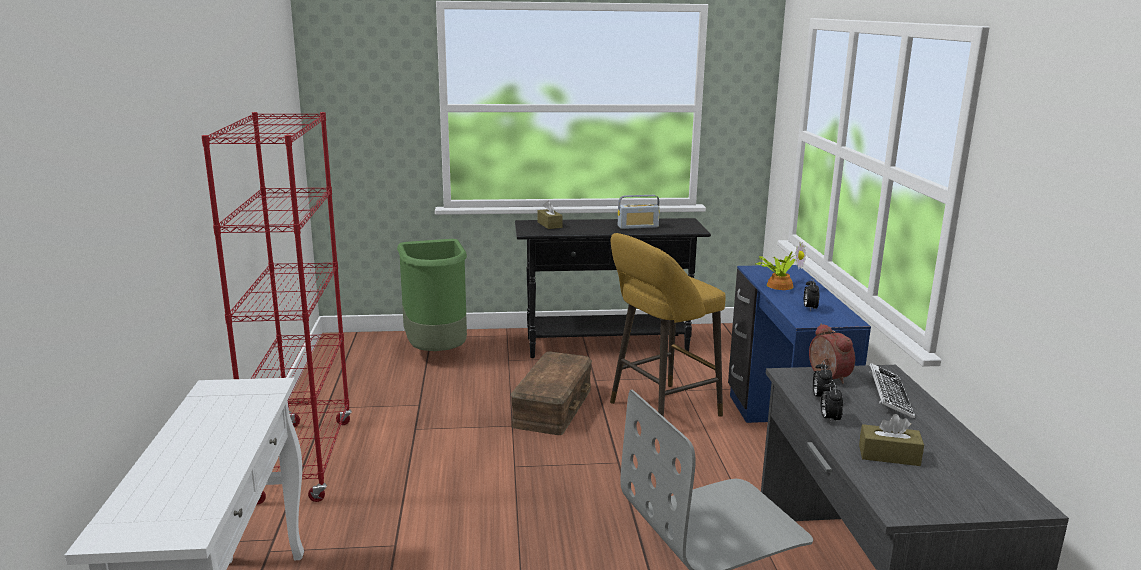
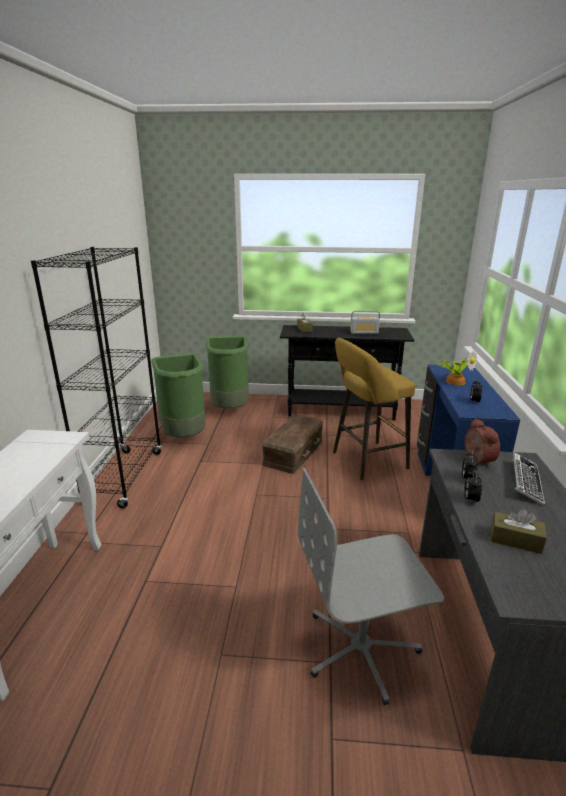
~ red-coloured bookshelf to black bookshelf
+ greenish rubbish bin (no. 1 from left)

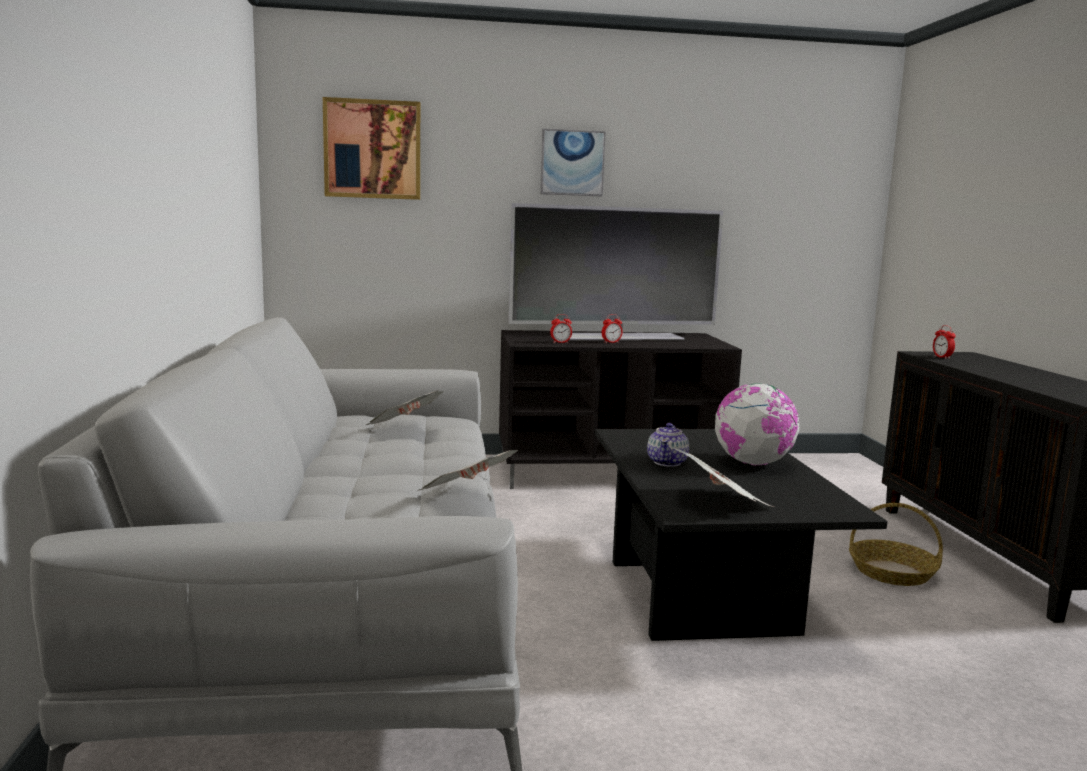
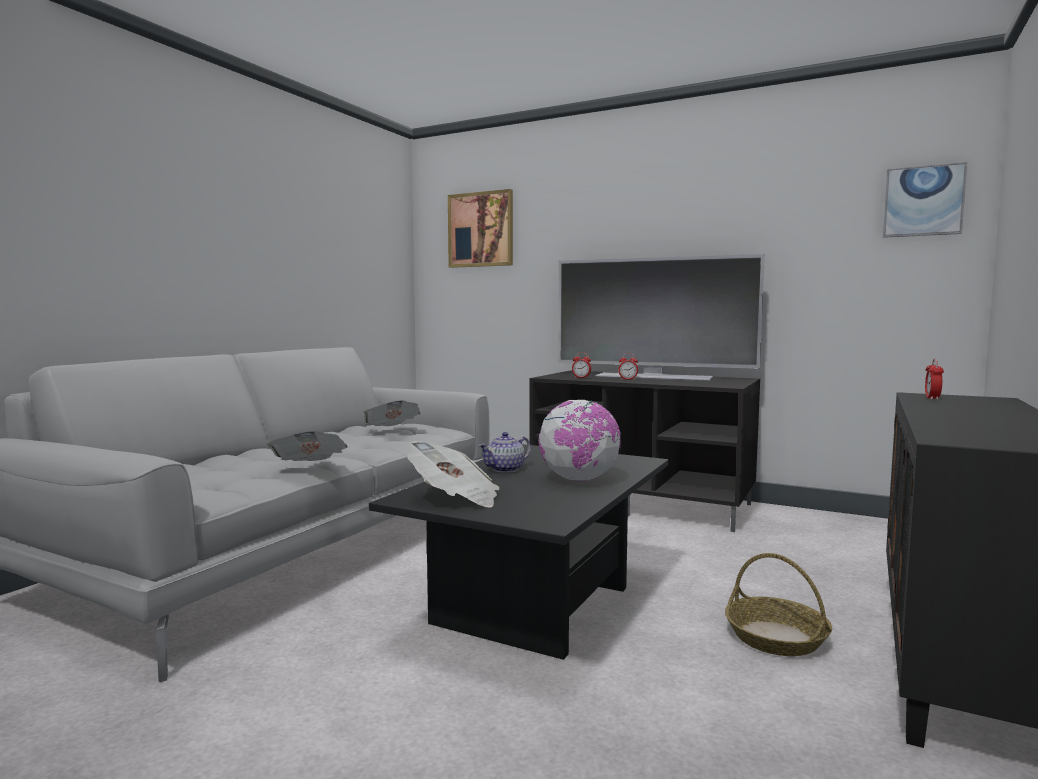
~ wall art (no. 2 from left)

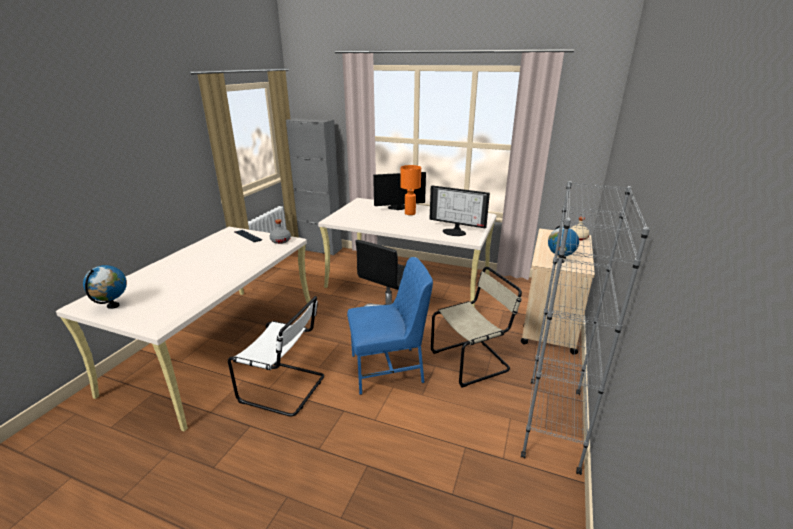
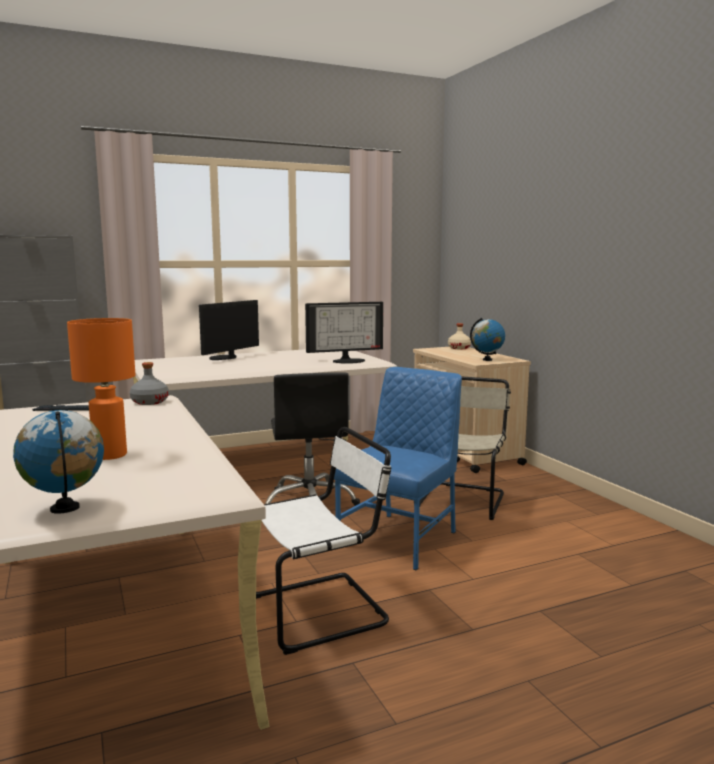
~ orange-coloured lamp for a table
- greyish bookshelf

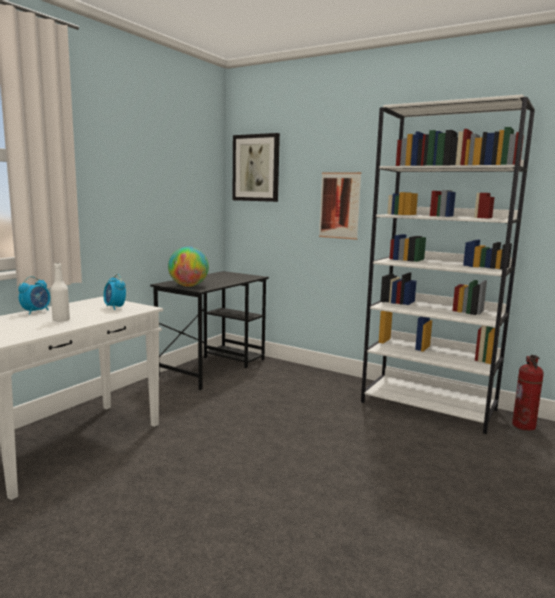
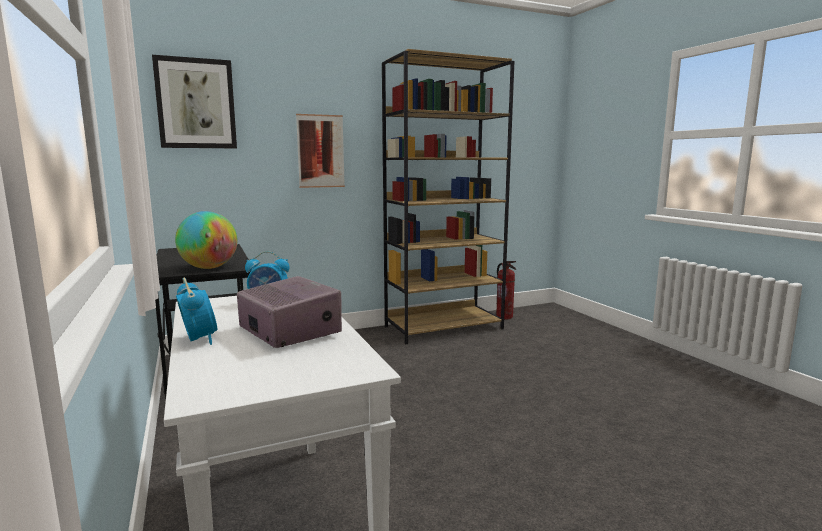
~ white bottle to radio receiver
~ white bookshelf to brownish bookshelf

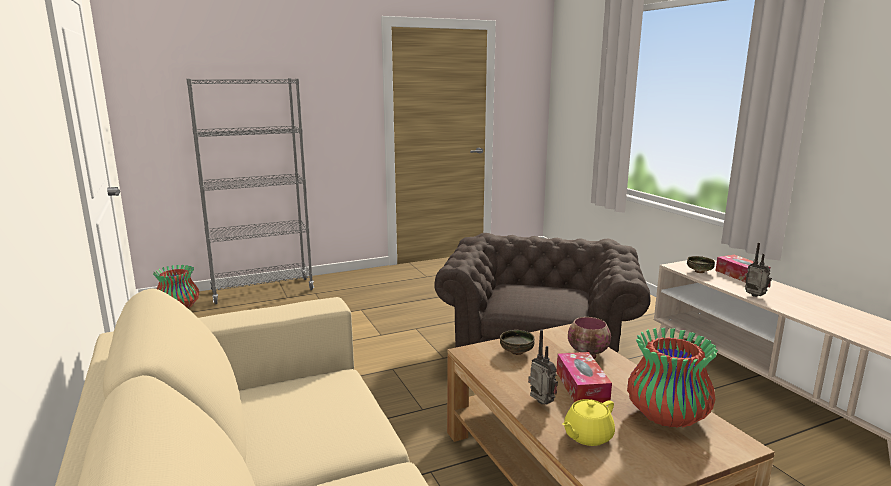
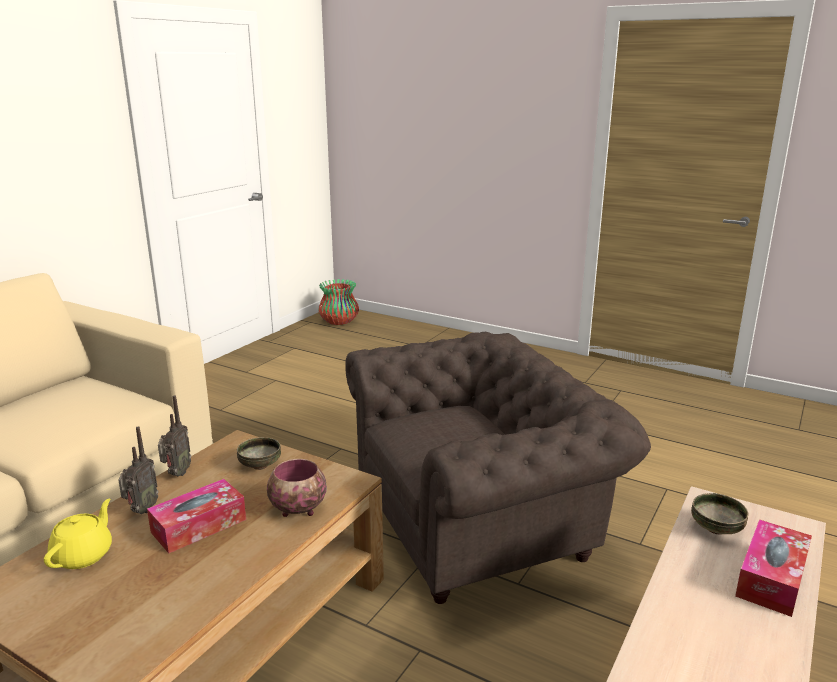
- greyish bookshelf
~ yellow-coloured teapot 90 degrees clockwise
- vase (no. 2 from left)
~ radio receiver (no. 2 from left)

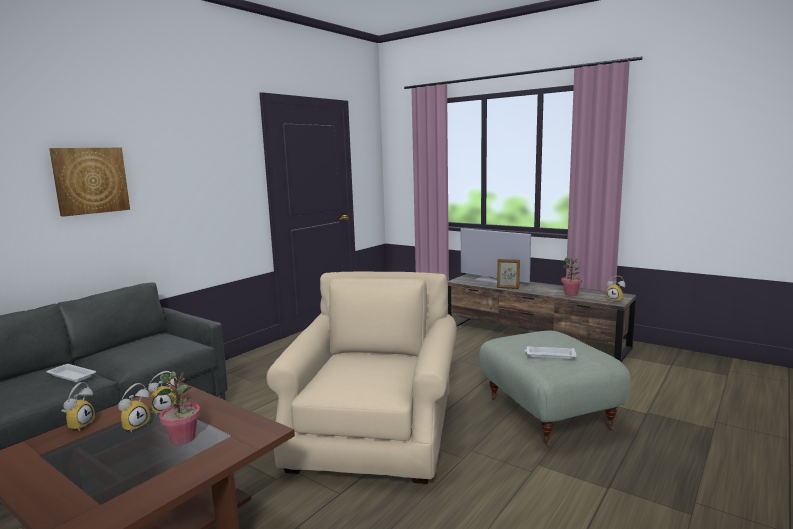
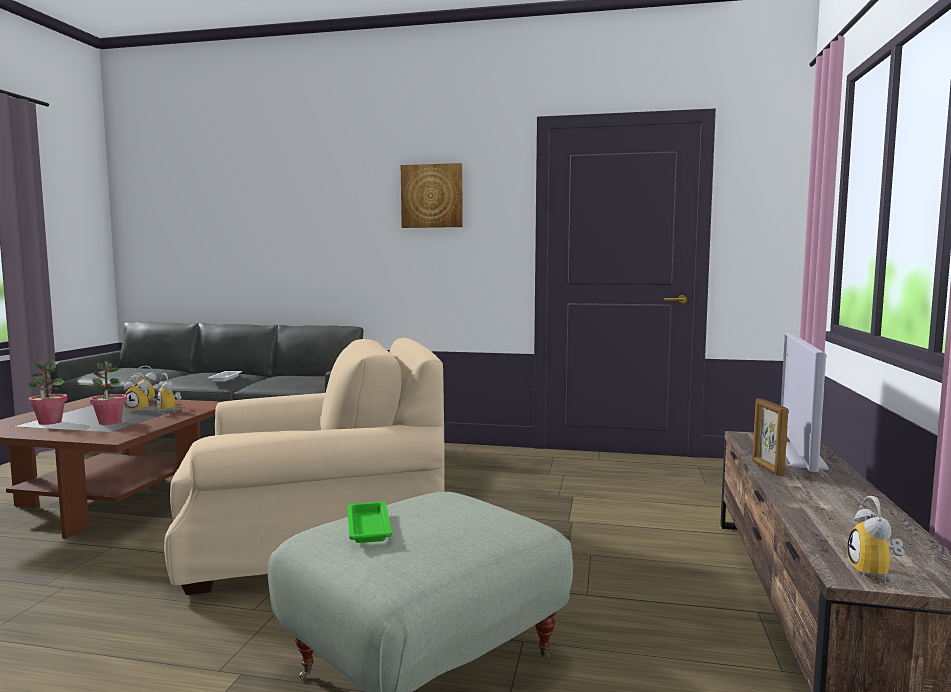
~ wall art
~ white serving tray (no. 2 from left) to greenish serving tray
~ plant in a pot (no. 2 from left in the first image) to plant in a pot (no. 1 from left)

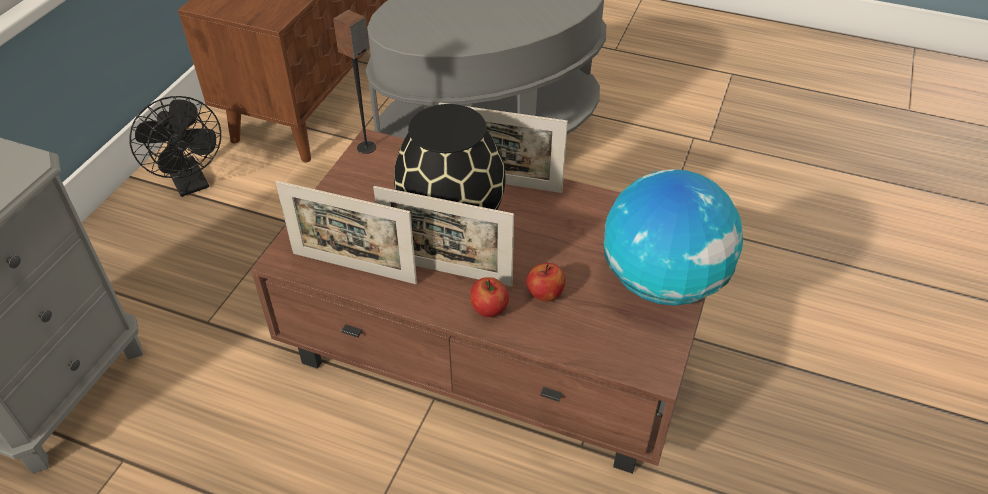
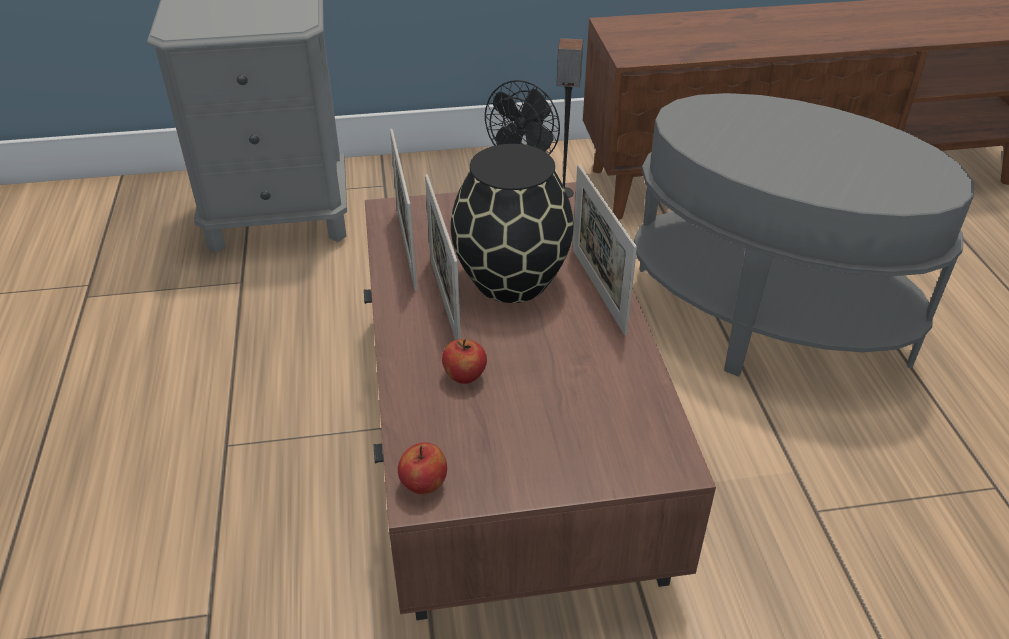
~ whole apple (no. 1 from left)
- world globe

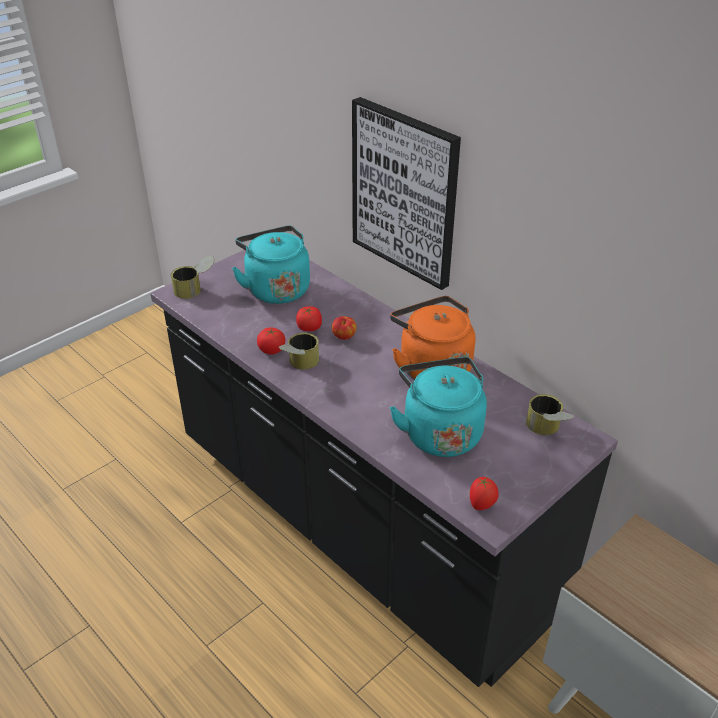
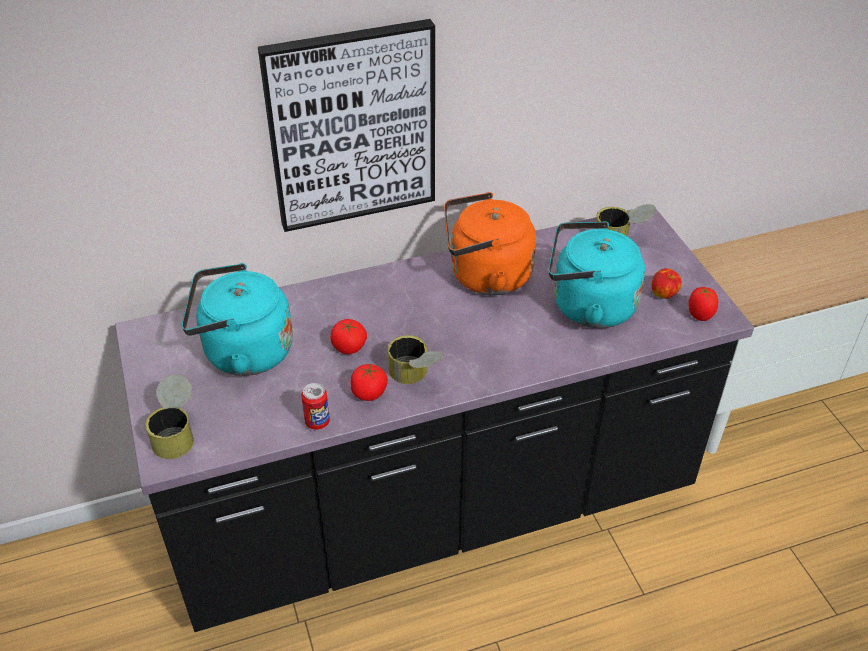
~ whole apple
+ metal can (no. 2 from left)

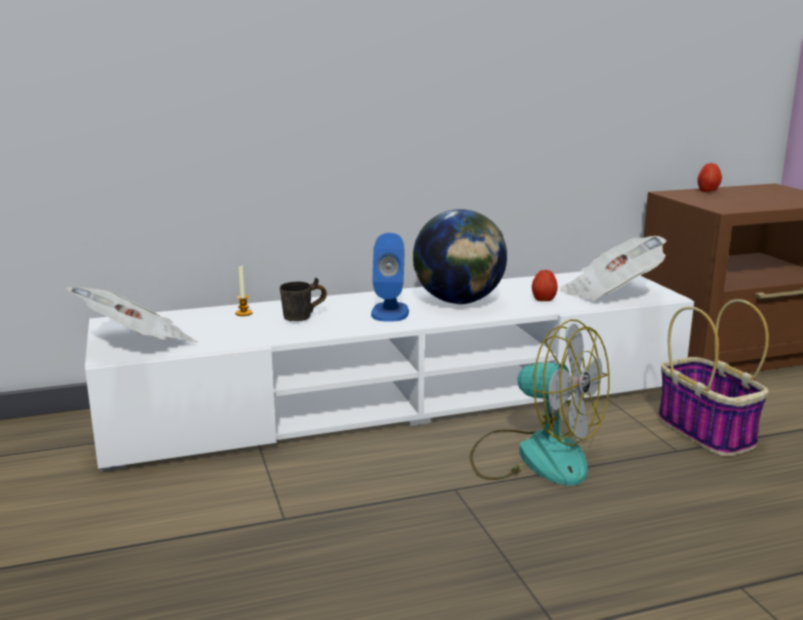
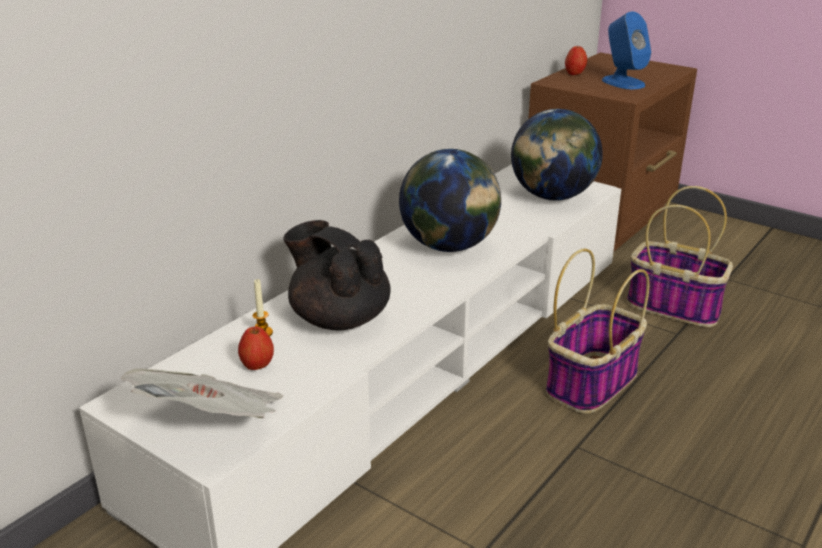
~ greyish coffee mug to black teapot
~ blue-coloured loudspeaker
~ electric fan to household basket (no. 1 from left)
~ whole apple (no. 1 from left)
~ printed paper (no. 2 from left) to world globe (no. 2 from left)

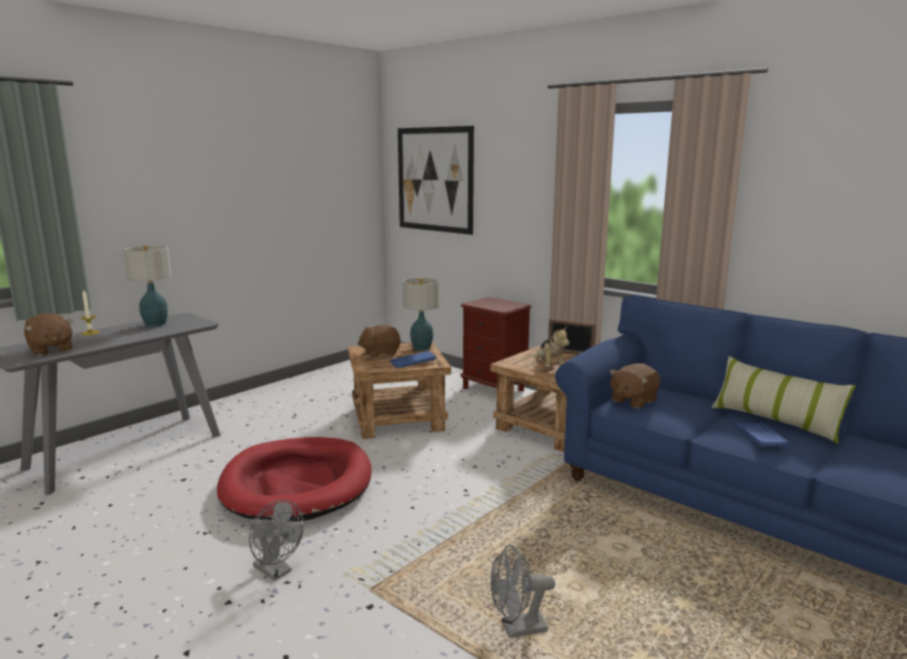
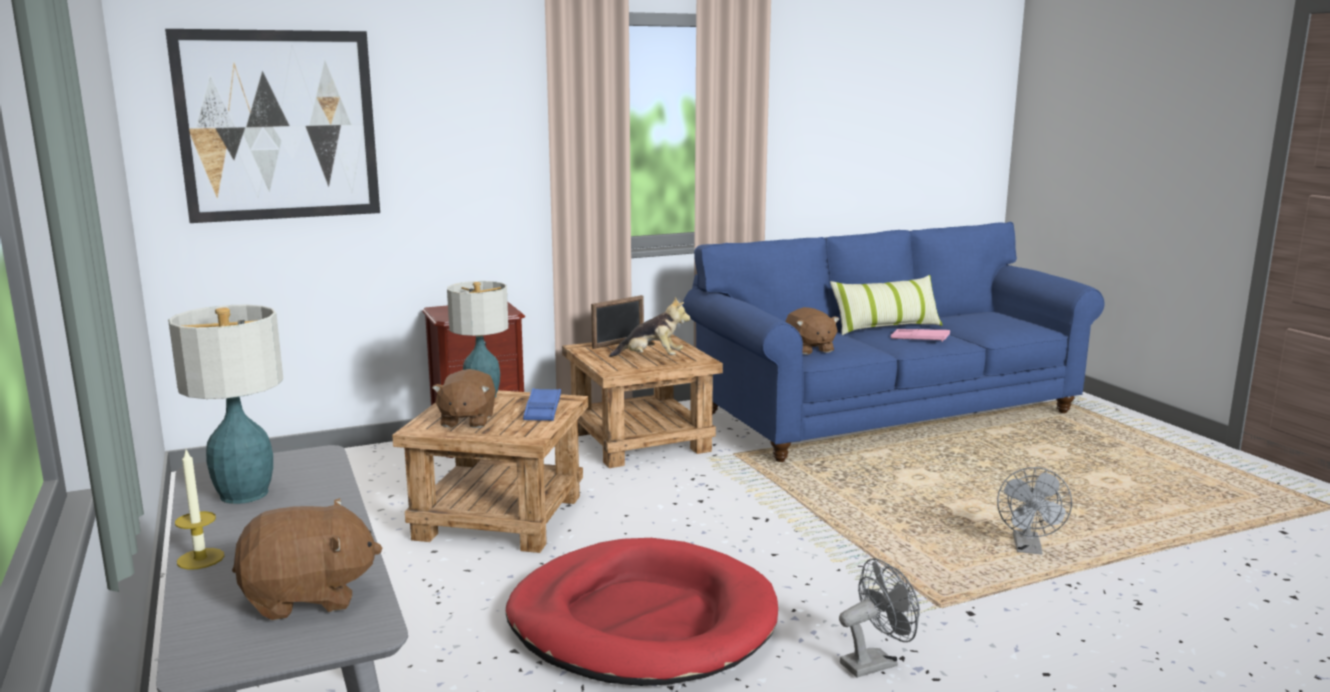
~ blue-coloured serving tray (no. 2 from left) to pink-coloured serving tray

